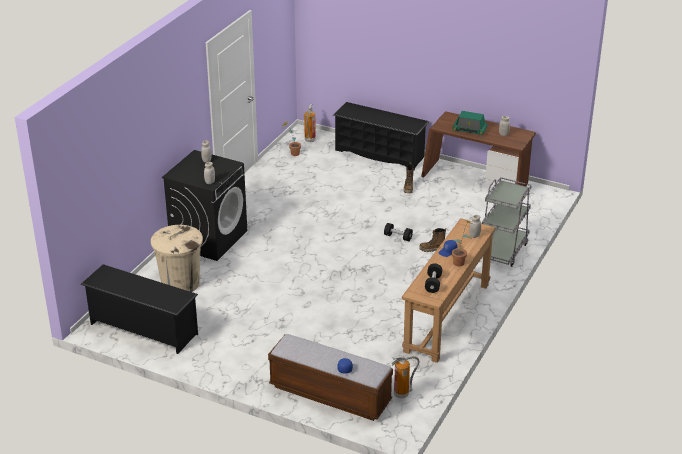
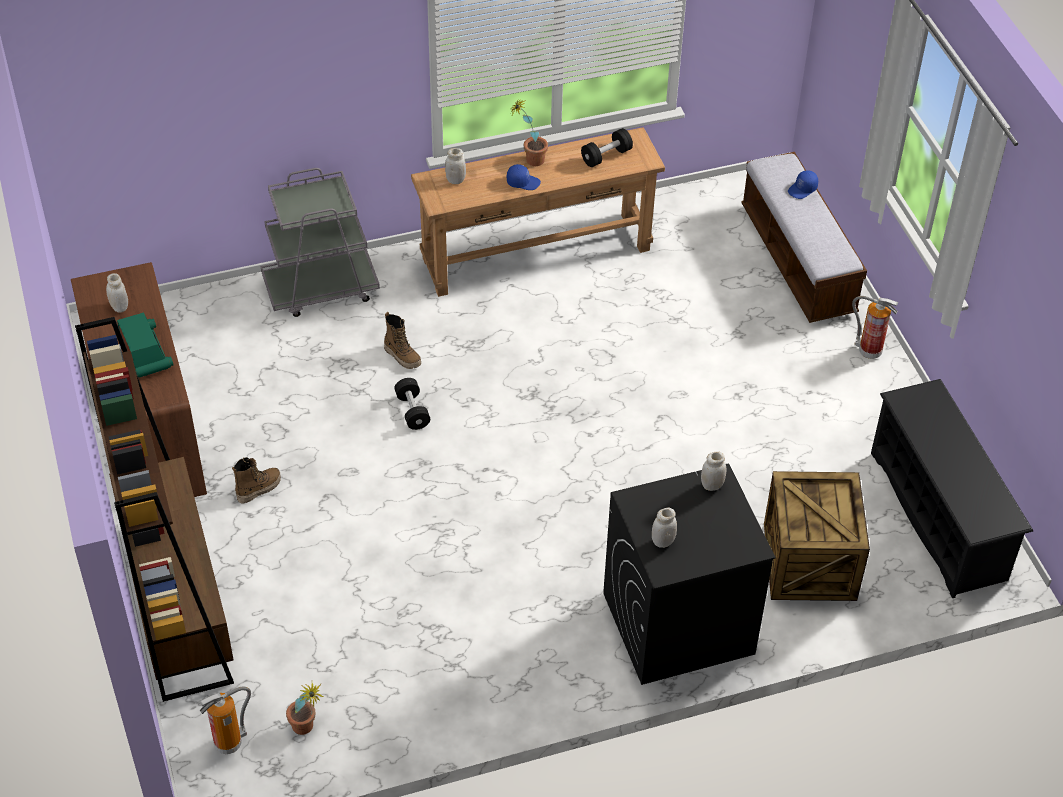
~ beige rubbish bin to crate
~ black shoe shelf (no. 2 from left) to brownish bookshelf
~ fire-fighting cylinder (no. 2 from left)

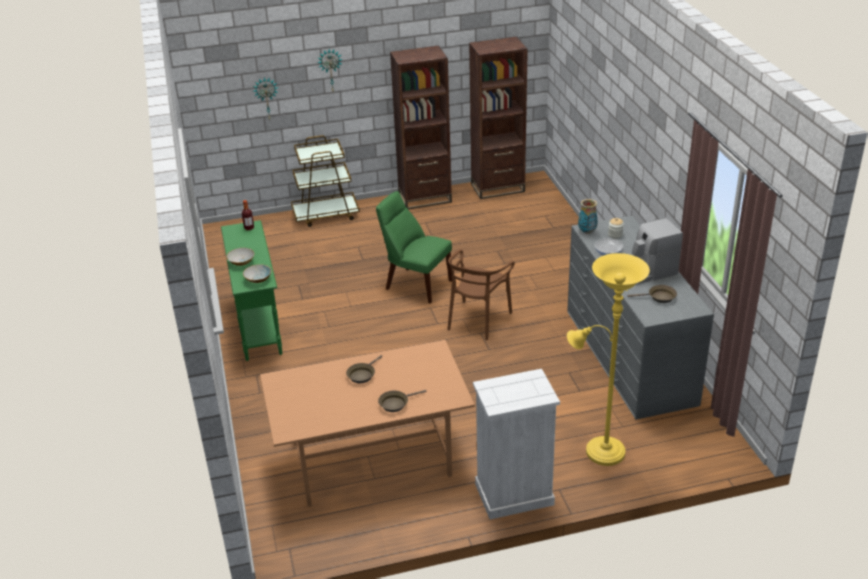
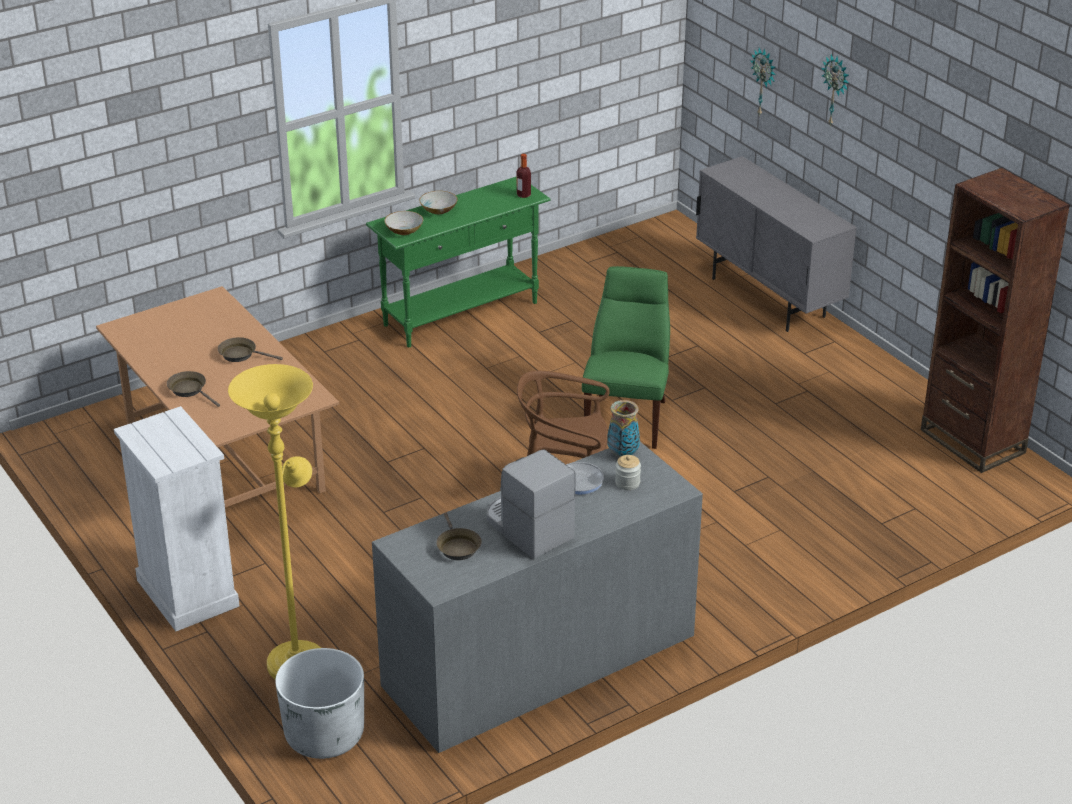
~ brownish cart to greyish cabinet
- brownish bookshelf (no. 1 from left)
+ white plant pot

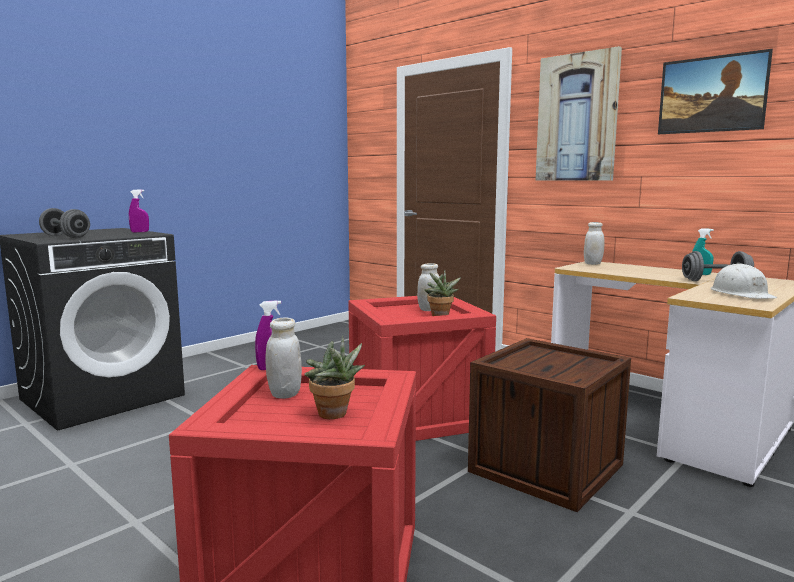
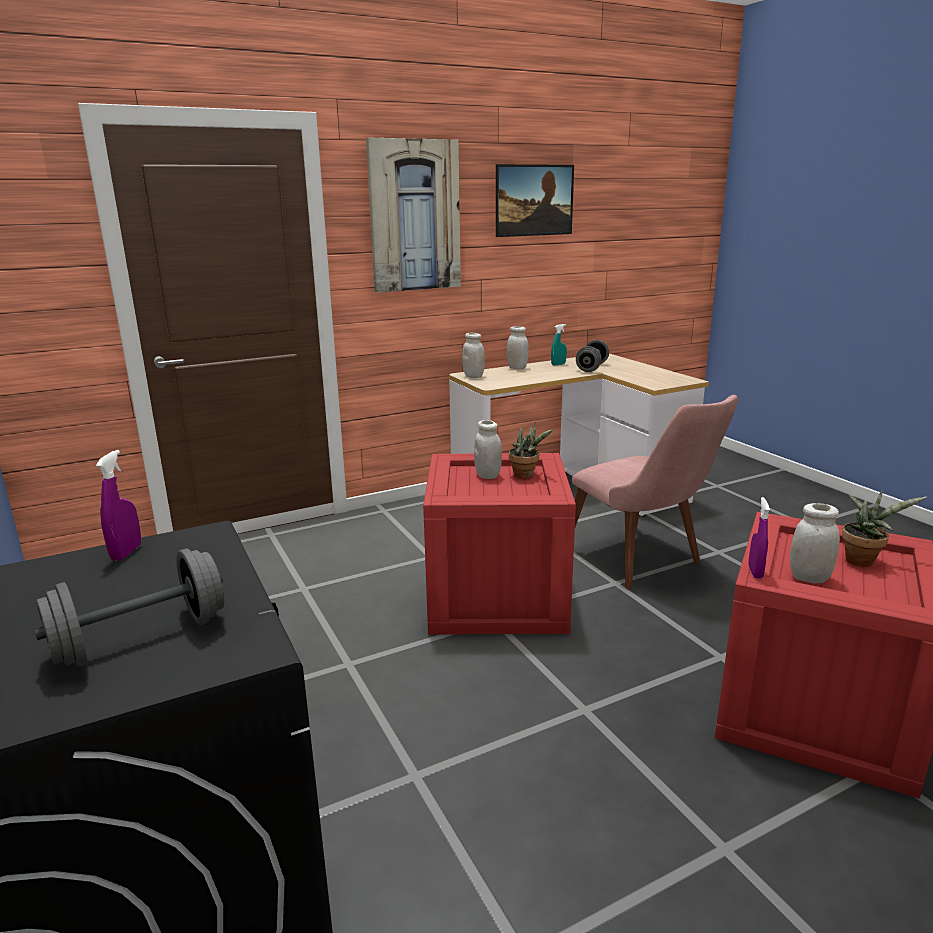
~ crate (no. 3 from left) to pink-coloured chair
- white hard hat
+ white preserve jar (no. 3 from left)

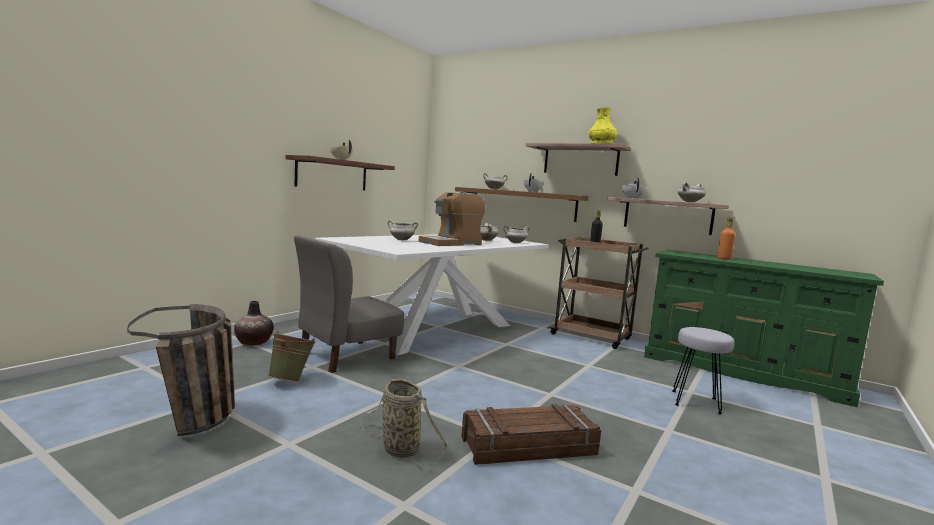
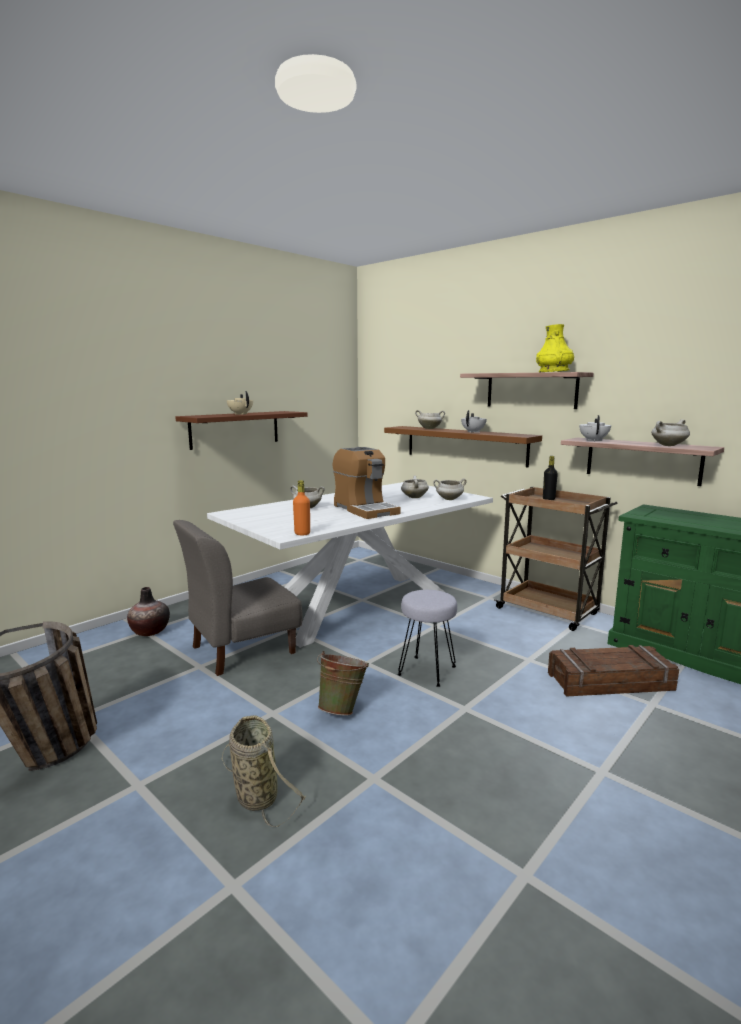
~ greenish bucket
~ coffee brewer 90 degrees counterclockwise
~ crate
~ greyish stool seat
~ orange-coloured bottle

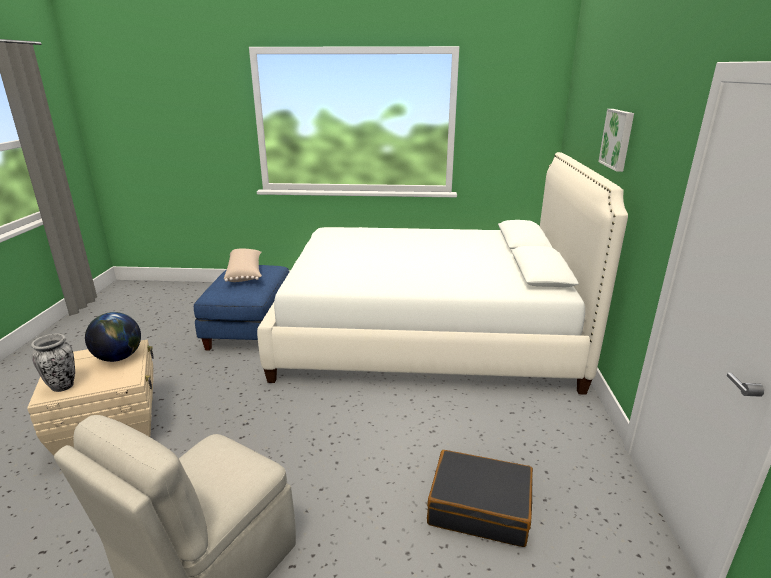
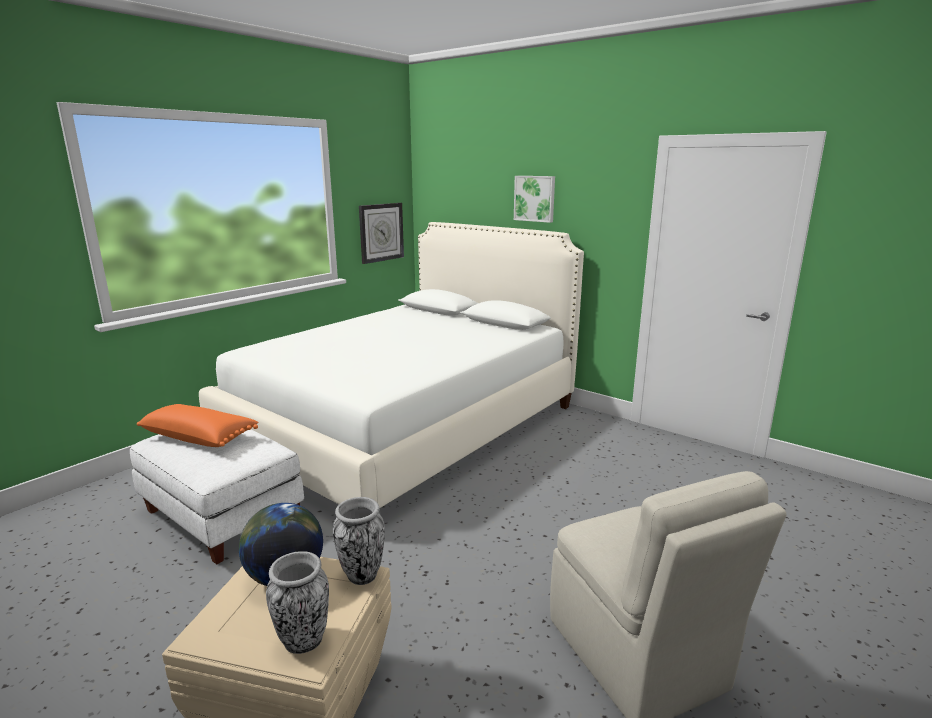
~ blue-coloured footrest to white footrest
~ beige throw pillow to orange-coloured throw pillow
- black piece of luggage
+ vase (no. 2 from left)
+ clock on the wall

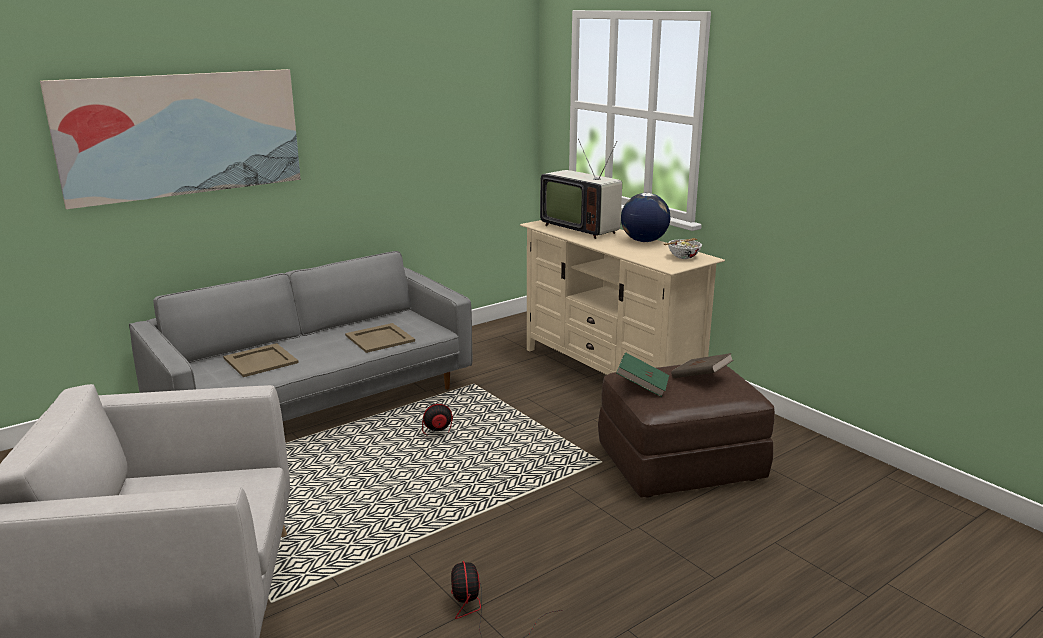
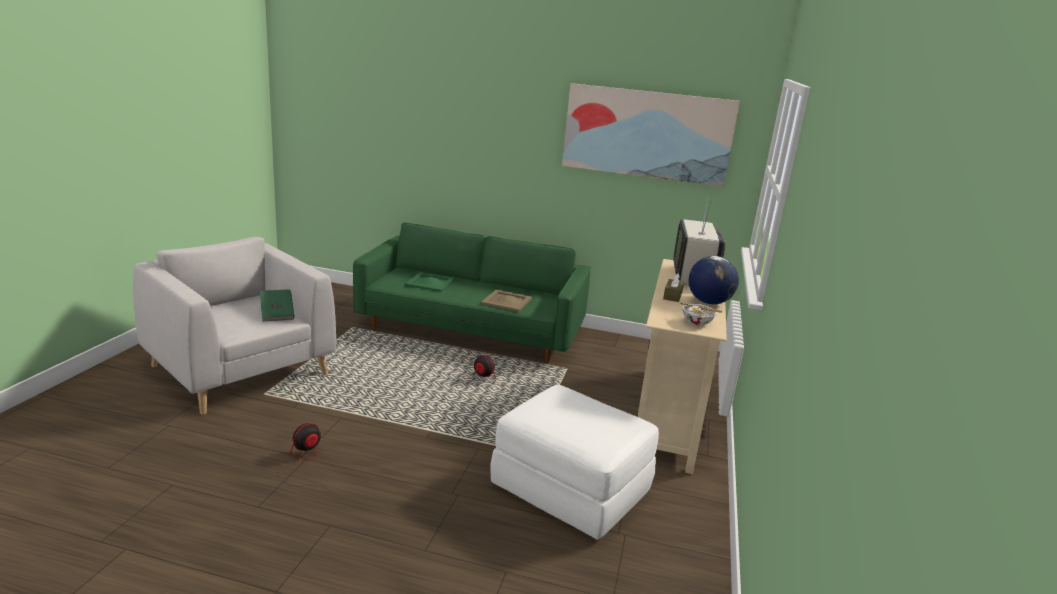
~ wall art
~ greyish couch to greenish couch
~ beige serving tray (no. 1 from left) to greenish serving tray
~ brownish footrest to white footrest
~ greenish bound book
- brownish bound book
+ brownish box of tissues

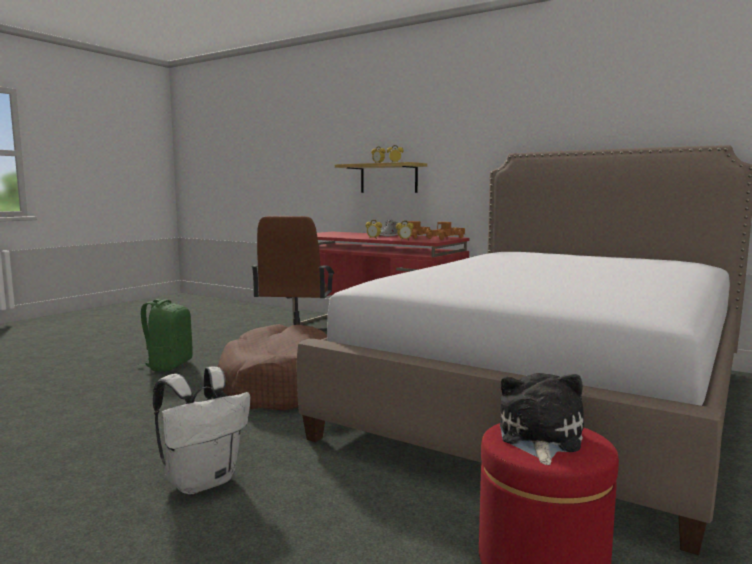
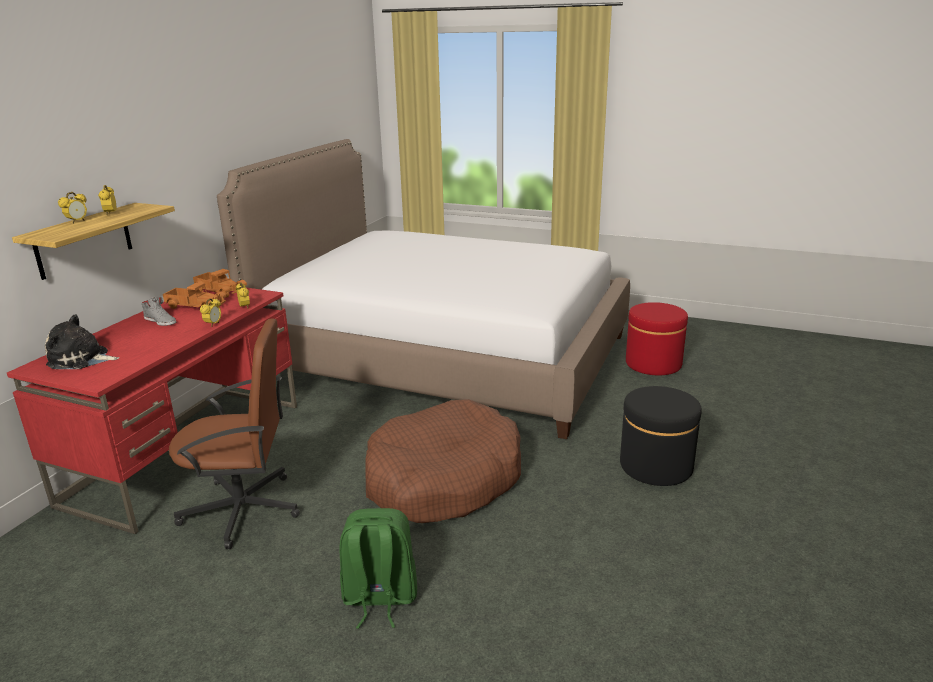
~ white knapsack to black footrest
~ plush toy

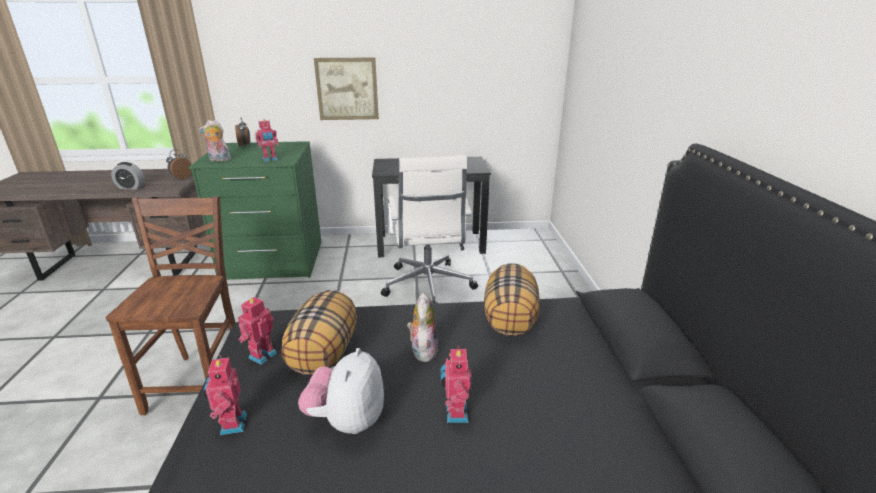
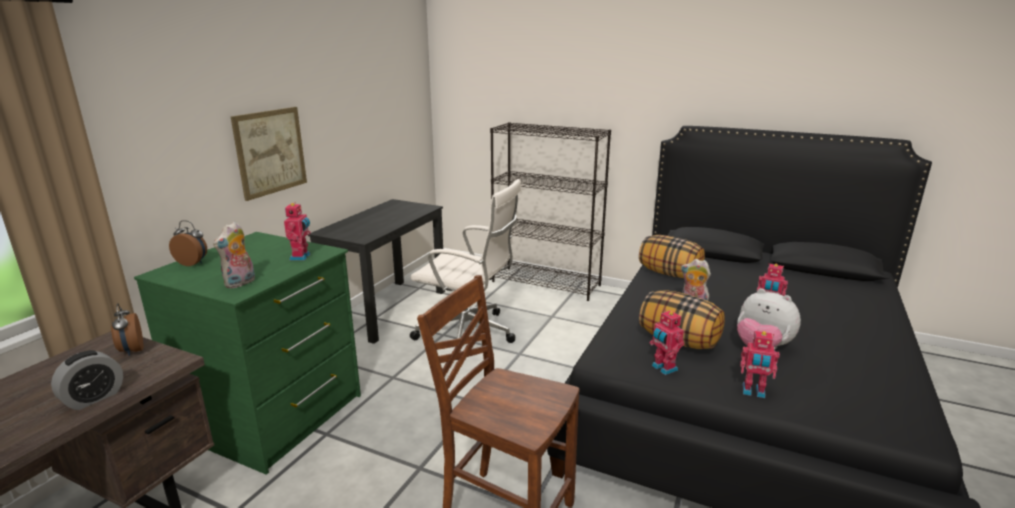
+ black bookshelf

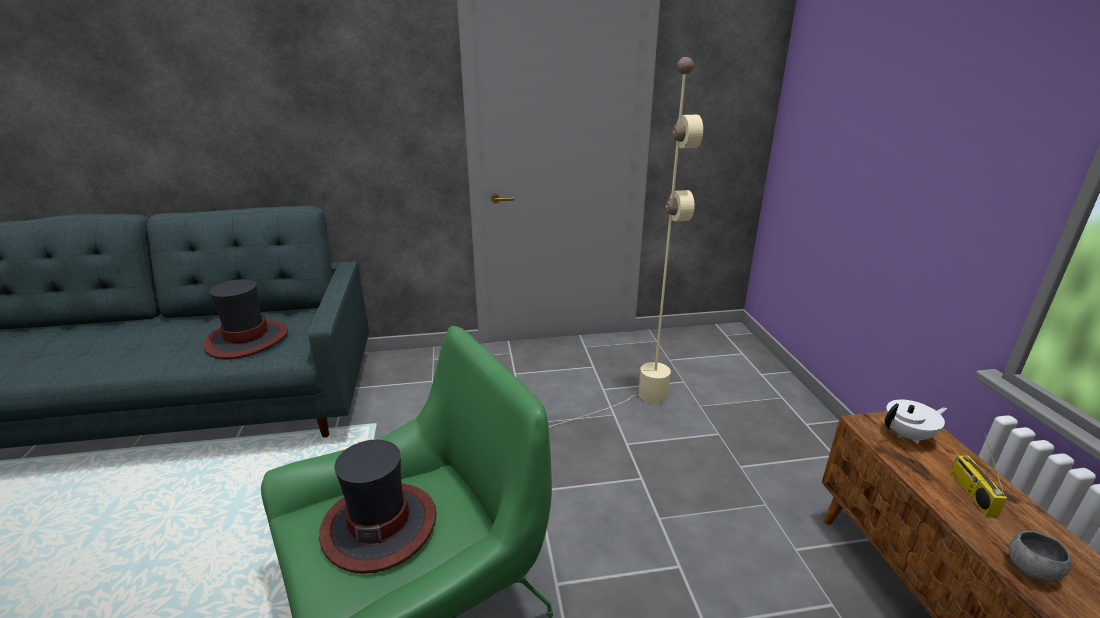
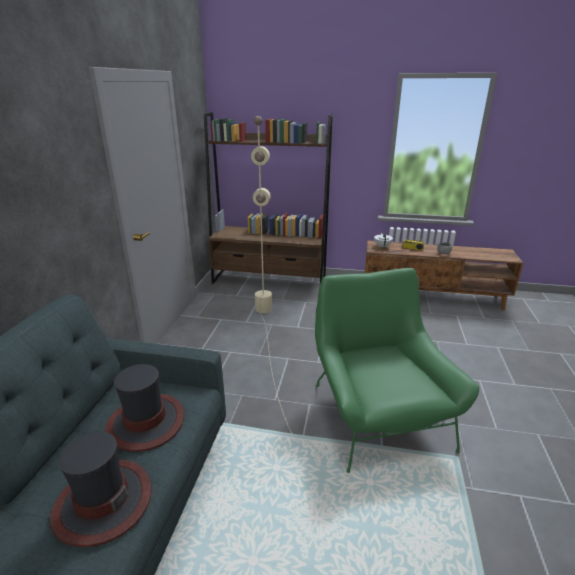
~ hat (no. 2 from left in the first image) to hat (no. 1 from left)
+ brownish bookshelf

